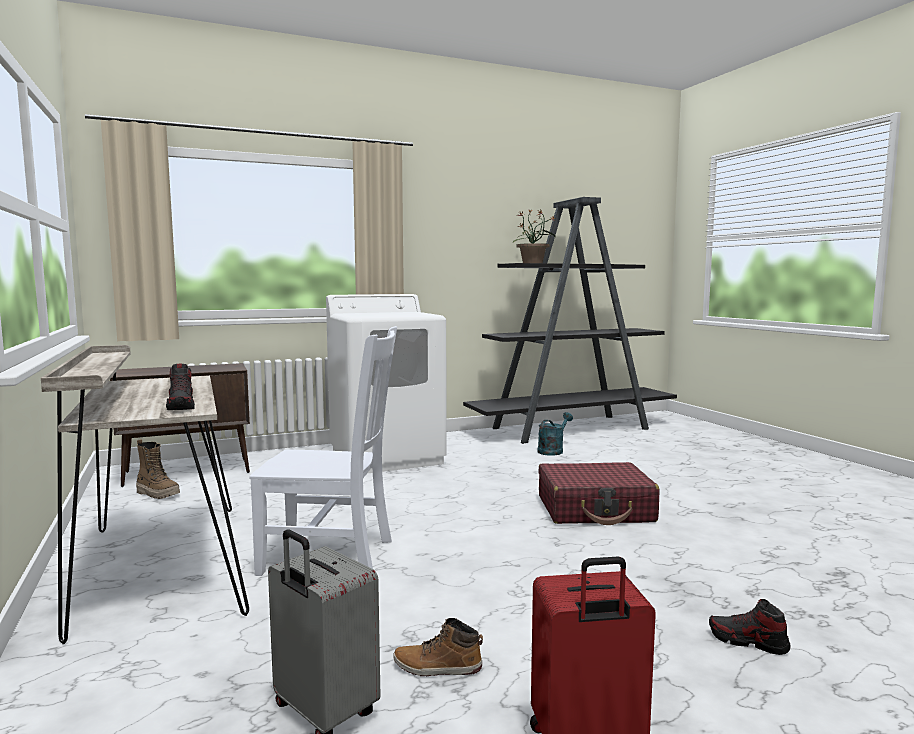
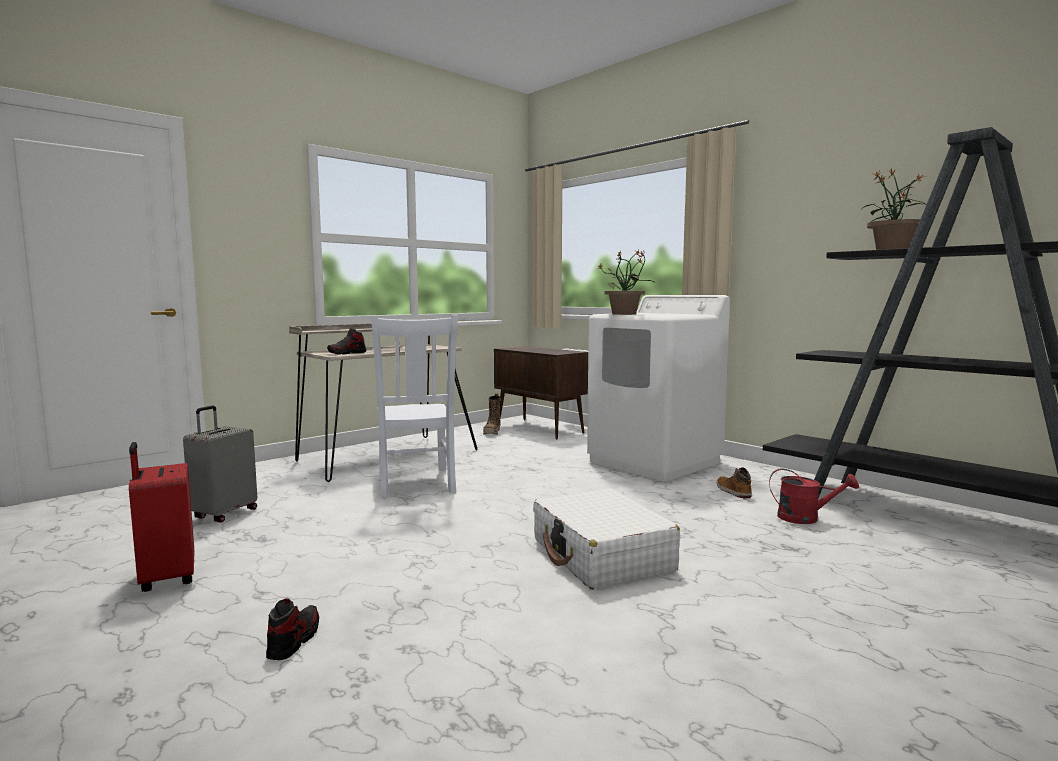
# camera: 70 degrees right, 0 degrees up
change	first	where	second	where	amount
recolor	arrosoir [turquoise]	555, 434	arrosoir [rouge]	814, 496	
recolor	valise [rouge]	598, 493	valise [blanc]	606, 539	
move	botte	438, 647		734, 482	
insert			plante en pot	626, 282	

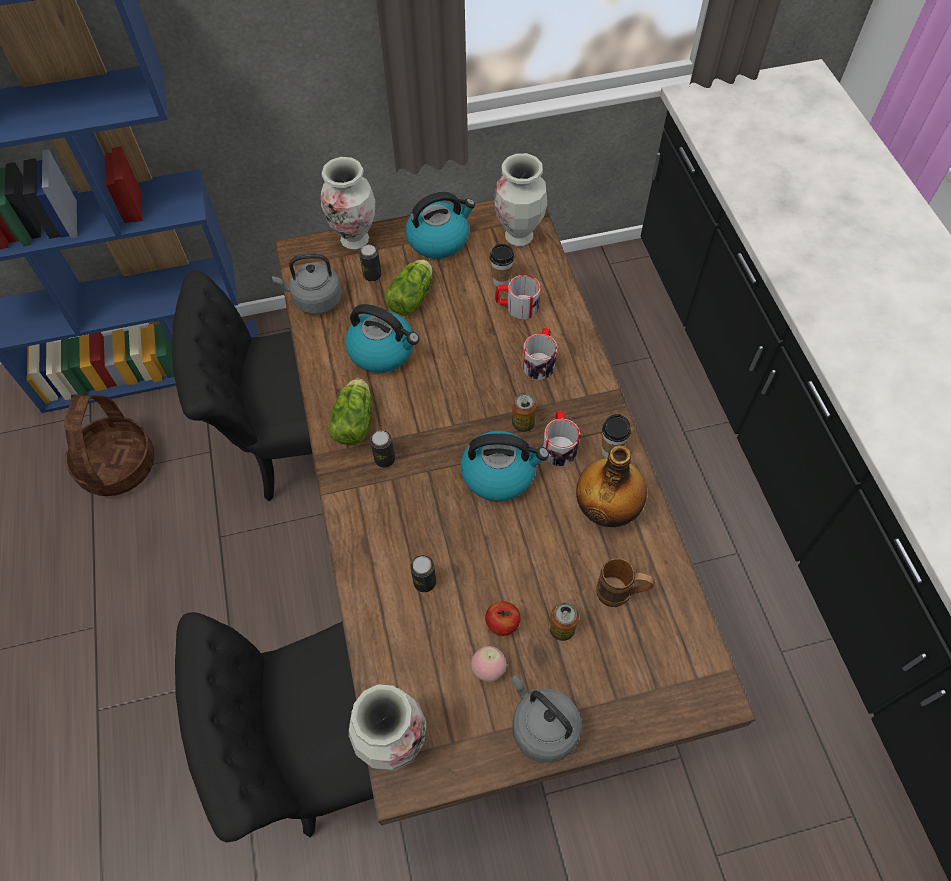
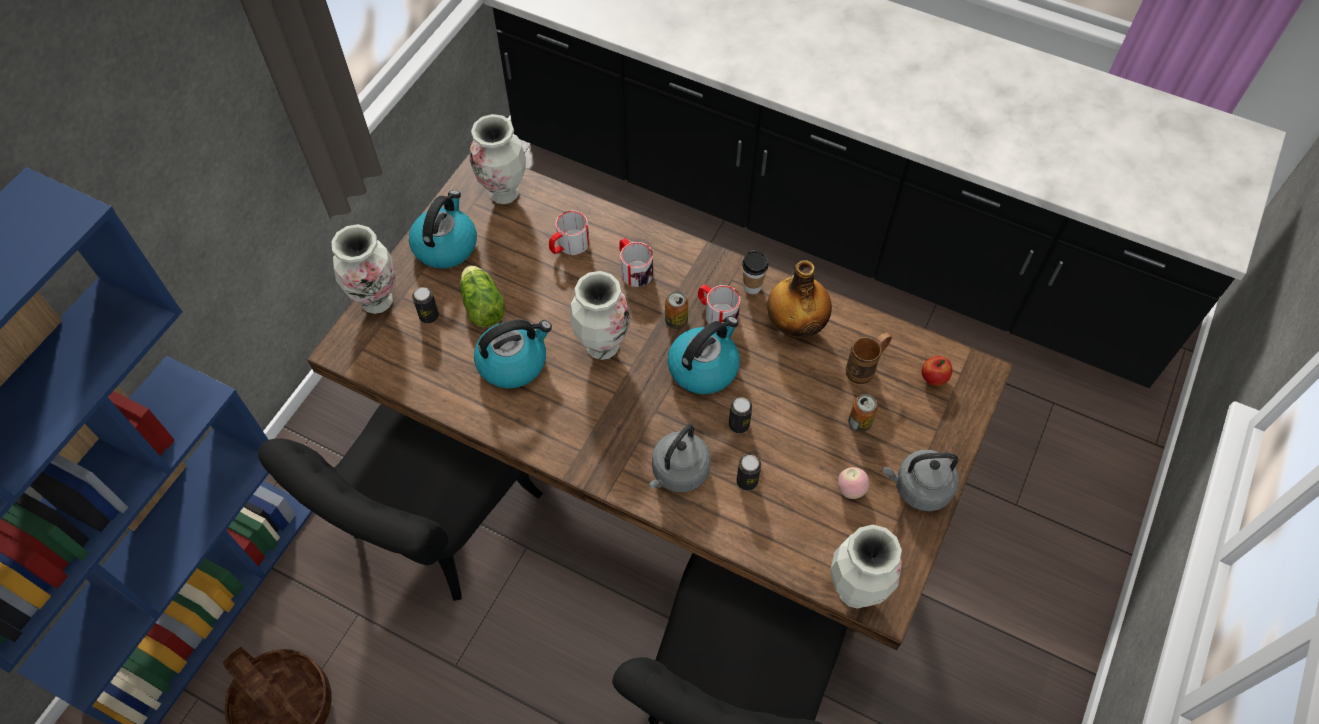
# camera: 50 degrees left, 0 degrees up
change	first	where	second	where	amount
delete	tasse	502, 265			
move	bouilloire [gris]	307, 284		679, 458	
delete	laitue	349, 412			
move	boîte métallique	382, 449		740, 415	
move	pomme	502, 618		937, 371	
insert			vase	600, 315	

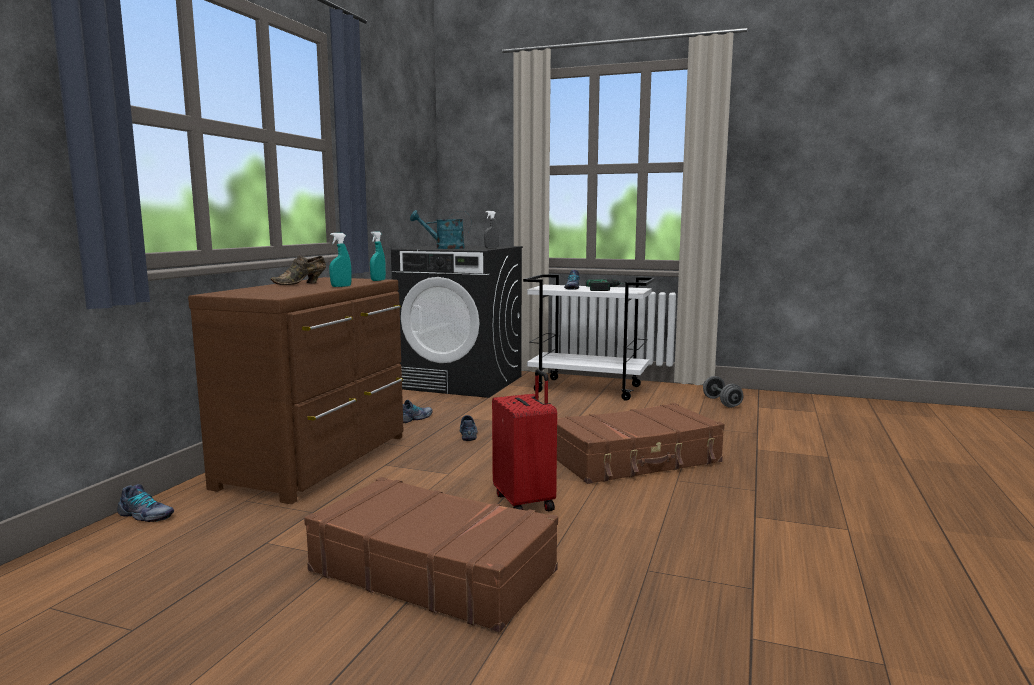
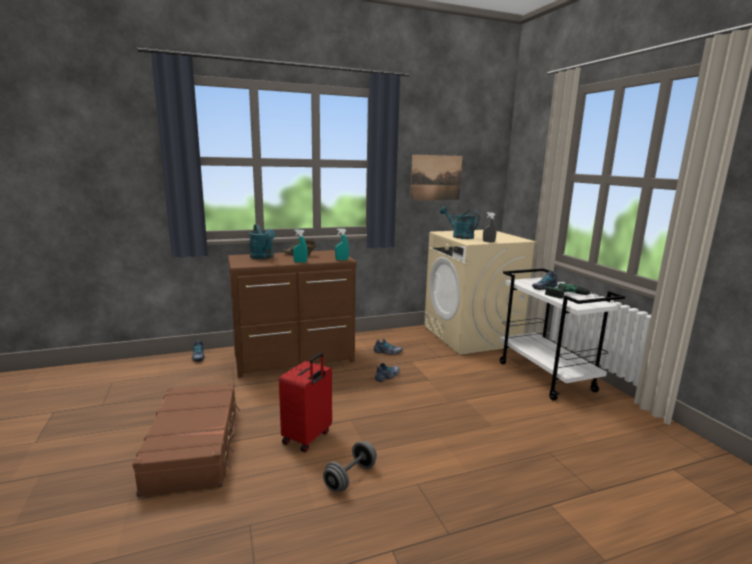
# camera: 50 degrees right, 5 degrees up
change	first	where	second	where	amount
recolor	lave-linge [noir]	457, 321	lave-linge [beige]	480, 292	
move	haltère [gris]	723, 392		350, 466	
delete	valise [marron]	640, 443			
insert			tableau	436, 177	
insert			arrosoir [turquoise]	262, 241	

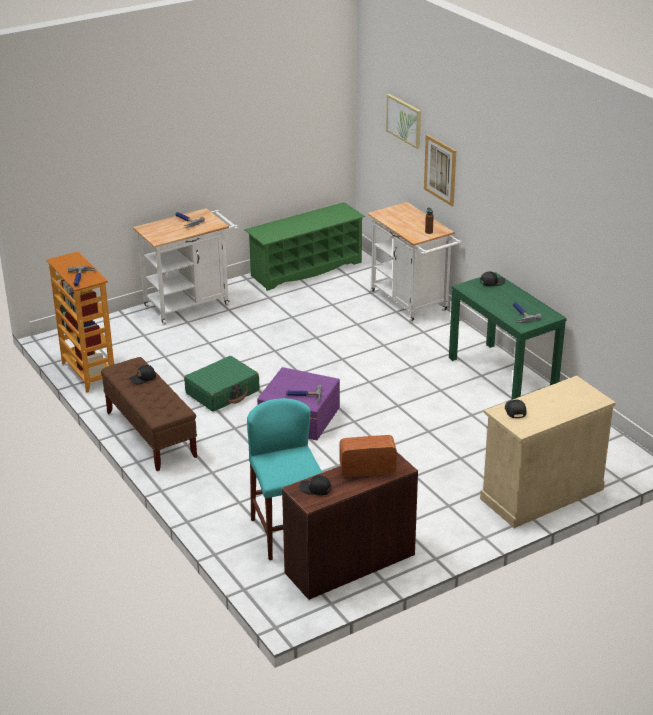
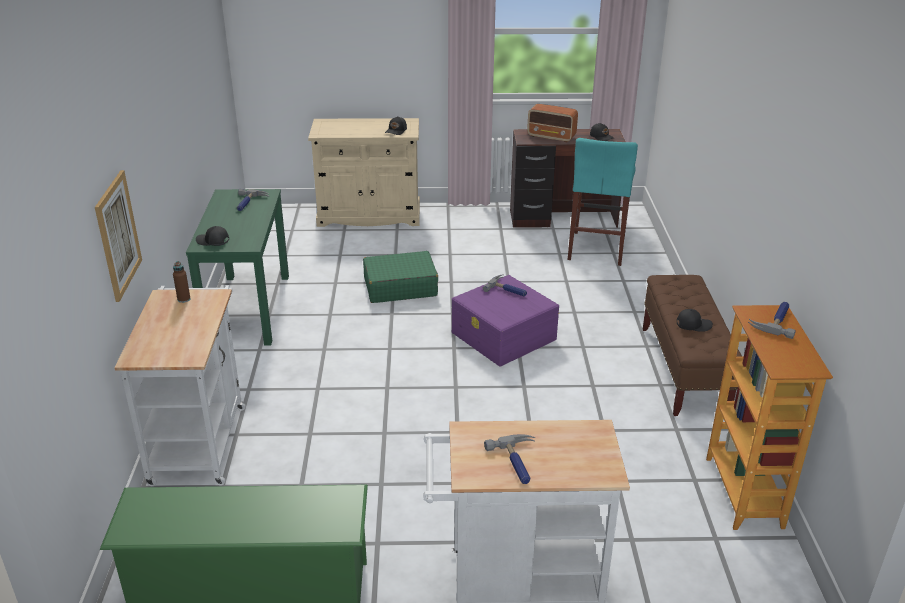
# camera: 150 degrees left, 0 degrees up
change	first	where	second	where	amount
delete	tableau	403, 121			
move	valise [vert]	221, 384		400, 277	

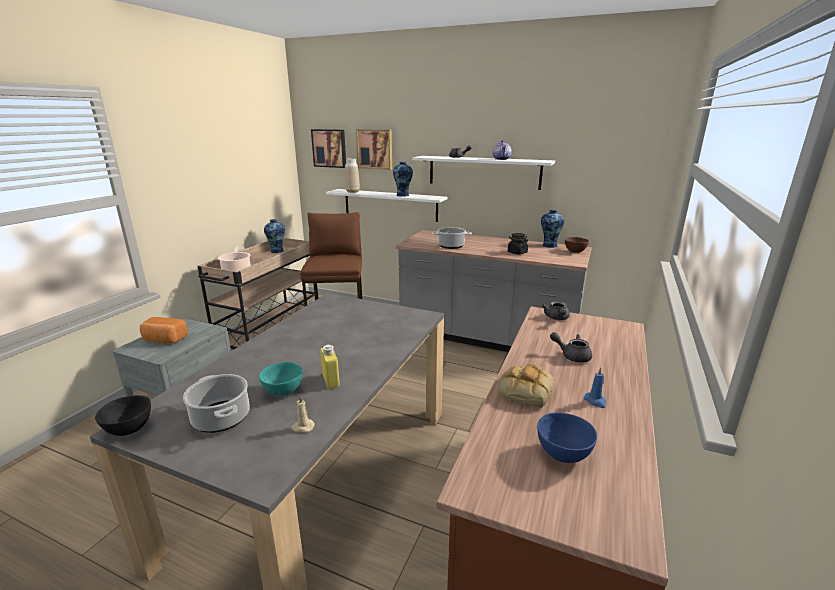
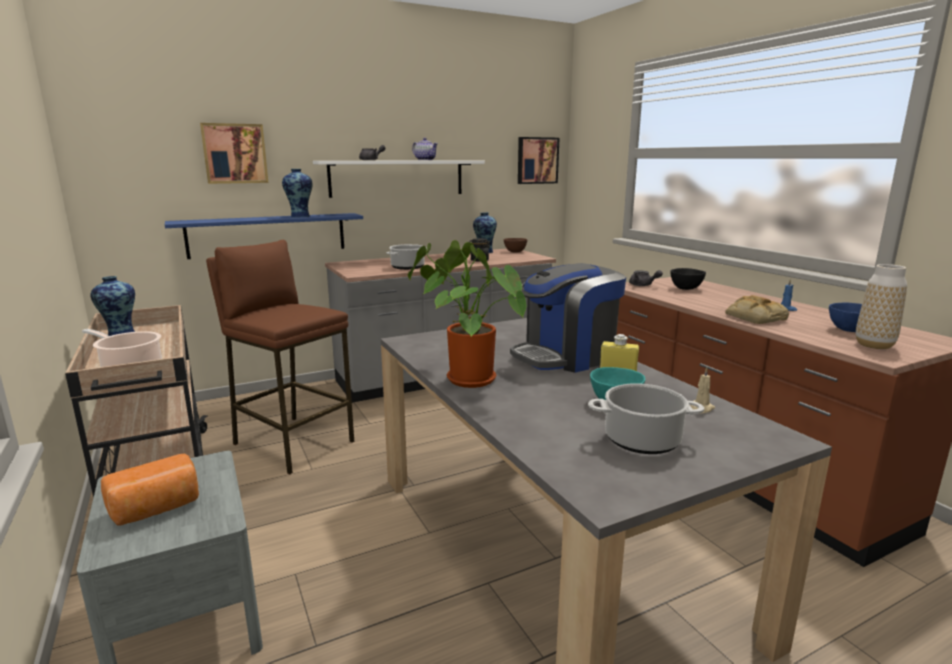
# camera: 50 degrees left, 5 degrees down
change	first	where	second	where	amount
move	tableau	328, 148		539, 160	
move	vase	352, 175		881, 306	
recolor	étagère [blanc]	387, 205	étagère [bleu]	264, 236	
delete	théière [gris]	571, 347			
move	bol [noir]	123, 415		688, 279	
insert			plante en pot	467, 314	
insert			machine à café	568, 318	

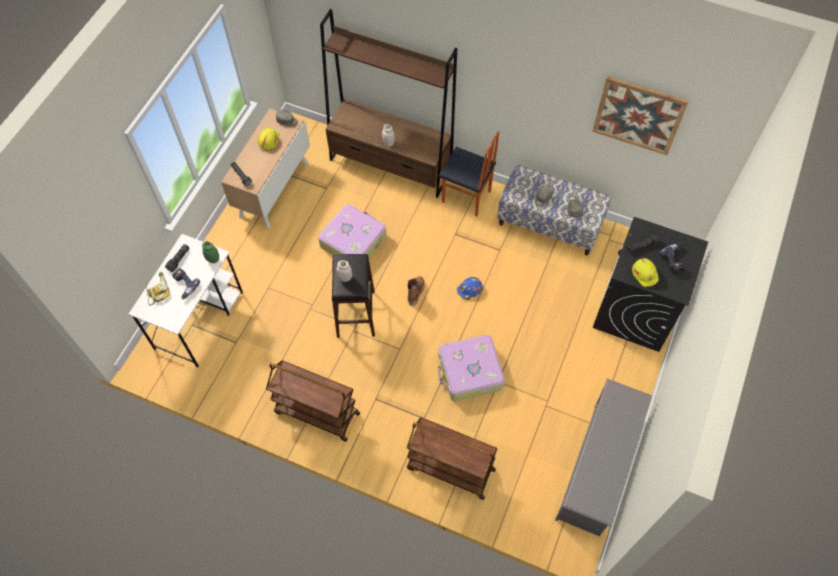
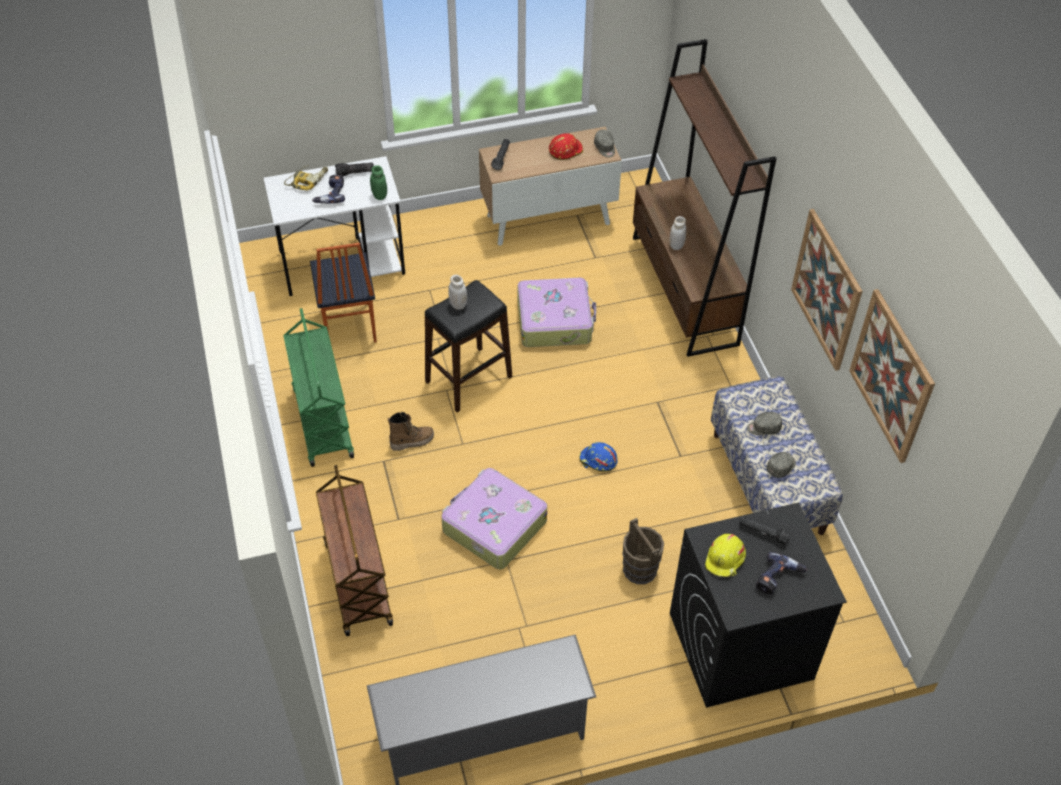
# camera: 50 degrees right, 10 degrees down
change	first	where	second	where	amount
recolor	casque de chantier [jaune]	268, 139	casque de chantier [rouge]	566, 146	
move	chaise	469, 173		343, 292	
move	botte	416, 291		410, 431	
recolor	chariot [marron]	313, 401	chariot [vert]	318, 387	
insert			tableau	826, 290	
insert			seau [marron]	643, 551	

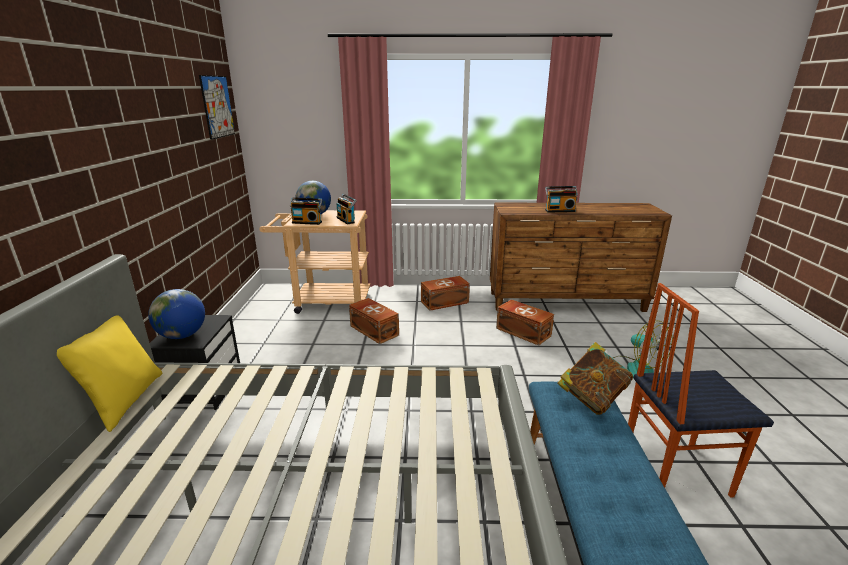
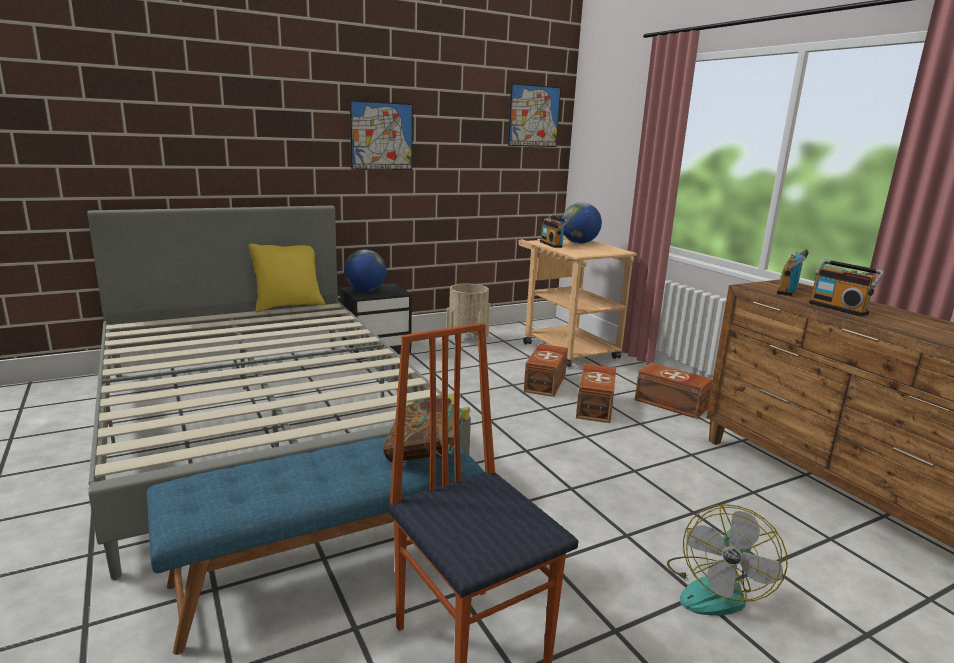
# camera: 60 degrees right, 5 degrees down
change	first	where	second	where	amount
move	radio	347, 209		793, 272	
move	boîte de rangement [marron]	525, 322		596, 393	
insert			tableau	381, 135	
insert			cache-pot [beige]	468, 315	

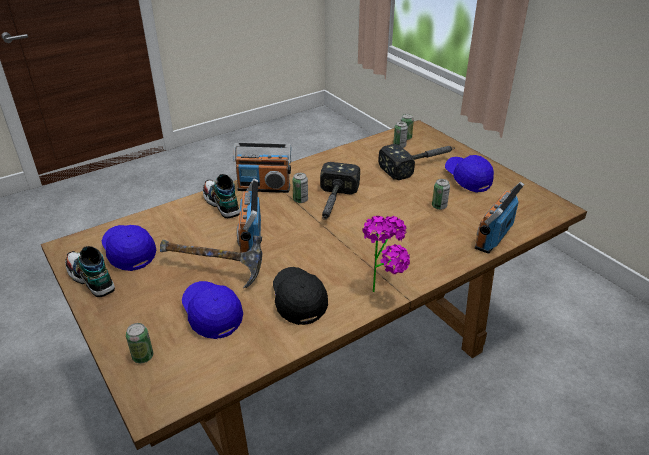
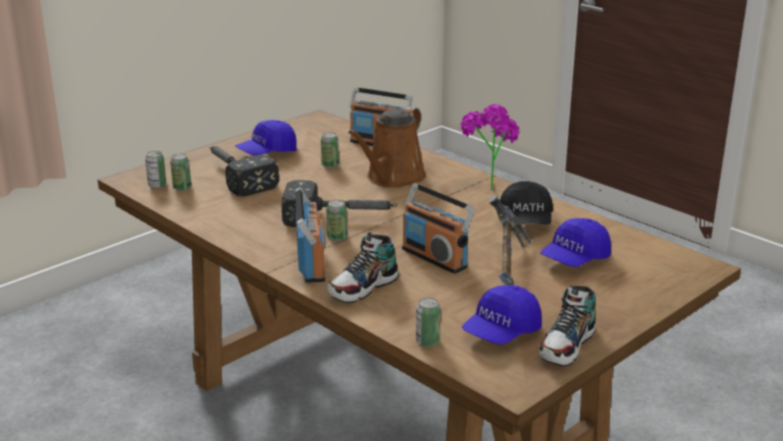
# camera: 100 degrees left, 10 degrees down
change	first	where	second	where	amount
rotate	radio	249, 216		438, 228	60 degrees clockwise
rotate	casquette [noir]	300, 296		526, 202	60 degrees counterclockwise
move	boîte métallique	139, 343		428, 322	
insert			arrosoir [marron]	387, 147	

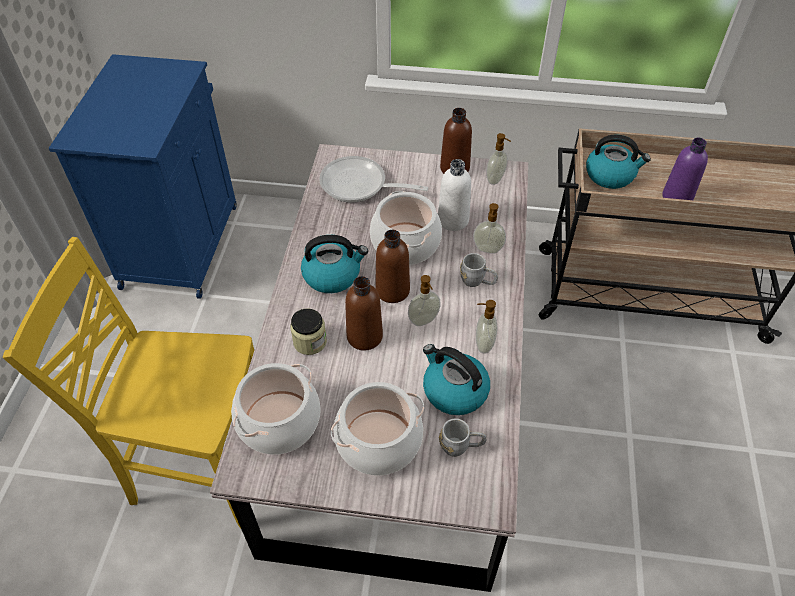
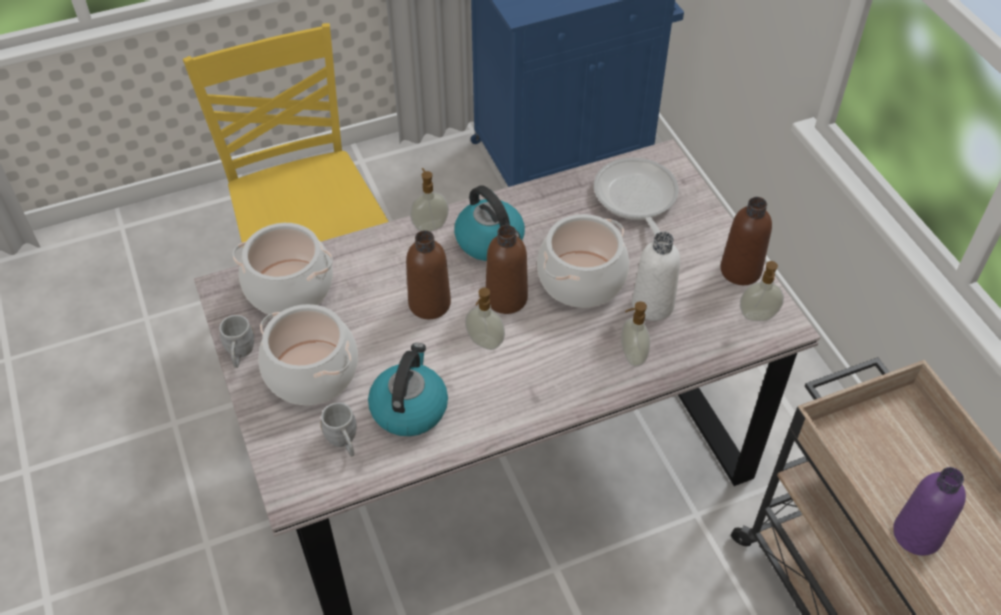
# camera: 60 degrees right, 0 degrees up
change	first	where	second	where	amount
delete	bouilloire	618, 162			
move	mug [gris]	479, 270		236, 341	
move	distributeur de savon	486, 326		429, 200	
delete	bocal	308, 331			

